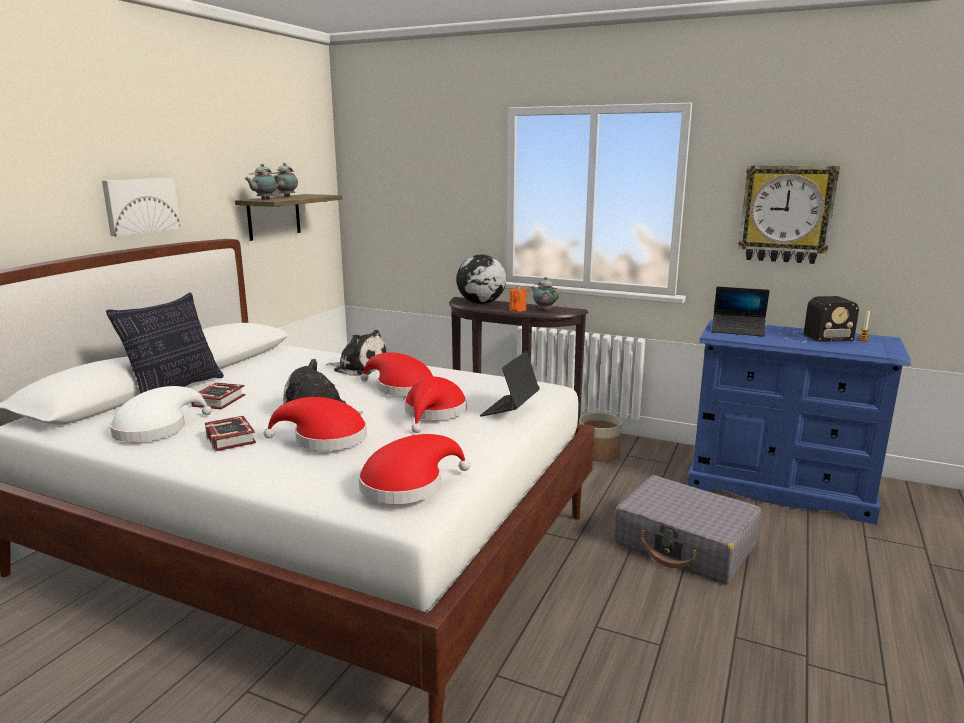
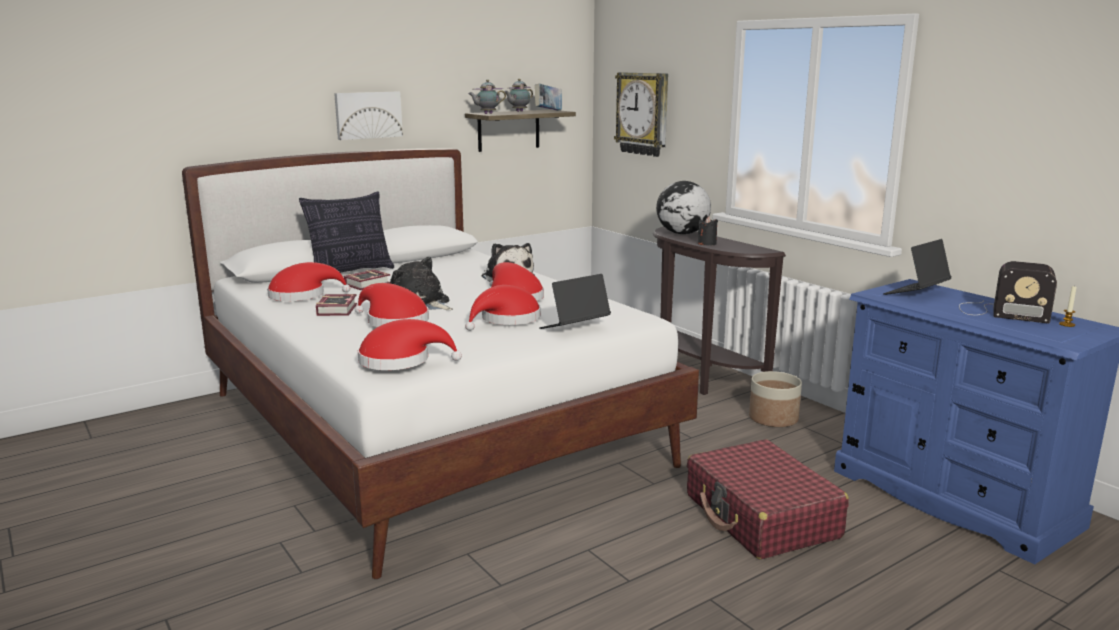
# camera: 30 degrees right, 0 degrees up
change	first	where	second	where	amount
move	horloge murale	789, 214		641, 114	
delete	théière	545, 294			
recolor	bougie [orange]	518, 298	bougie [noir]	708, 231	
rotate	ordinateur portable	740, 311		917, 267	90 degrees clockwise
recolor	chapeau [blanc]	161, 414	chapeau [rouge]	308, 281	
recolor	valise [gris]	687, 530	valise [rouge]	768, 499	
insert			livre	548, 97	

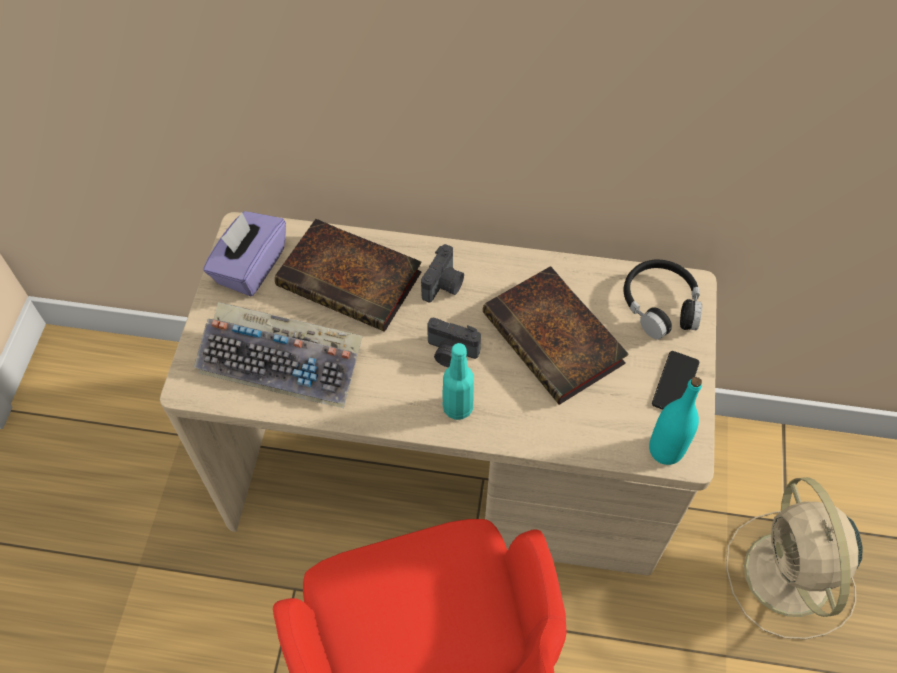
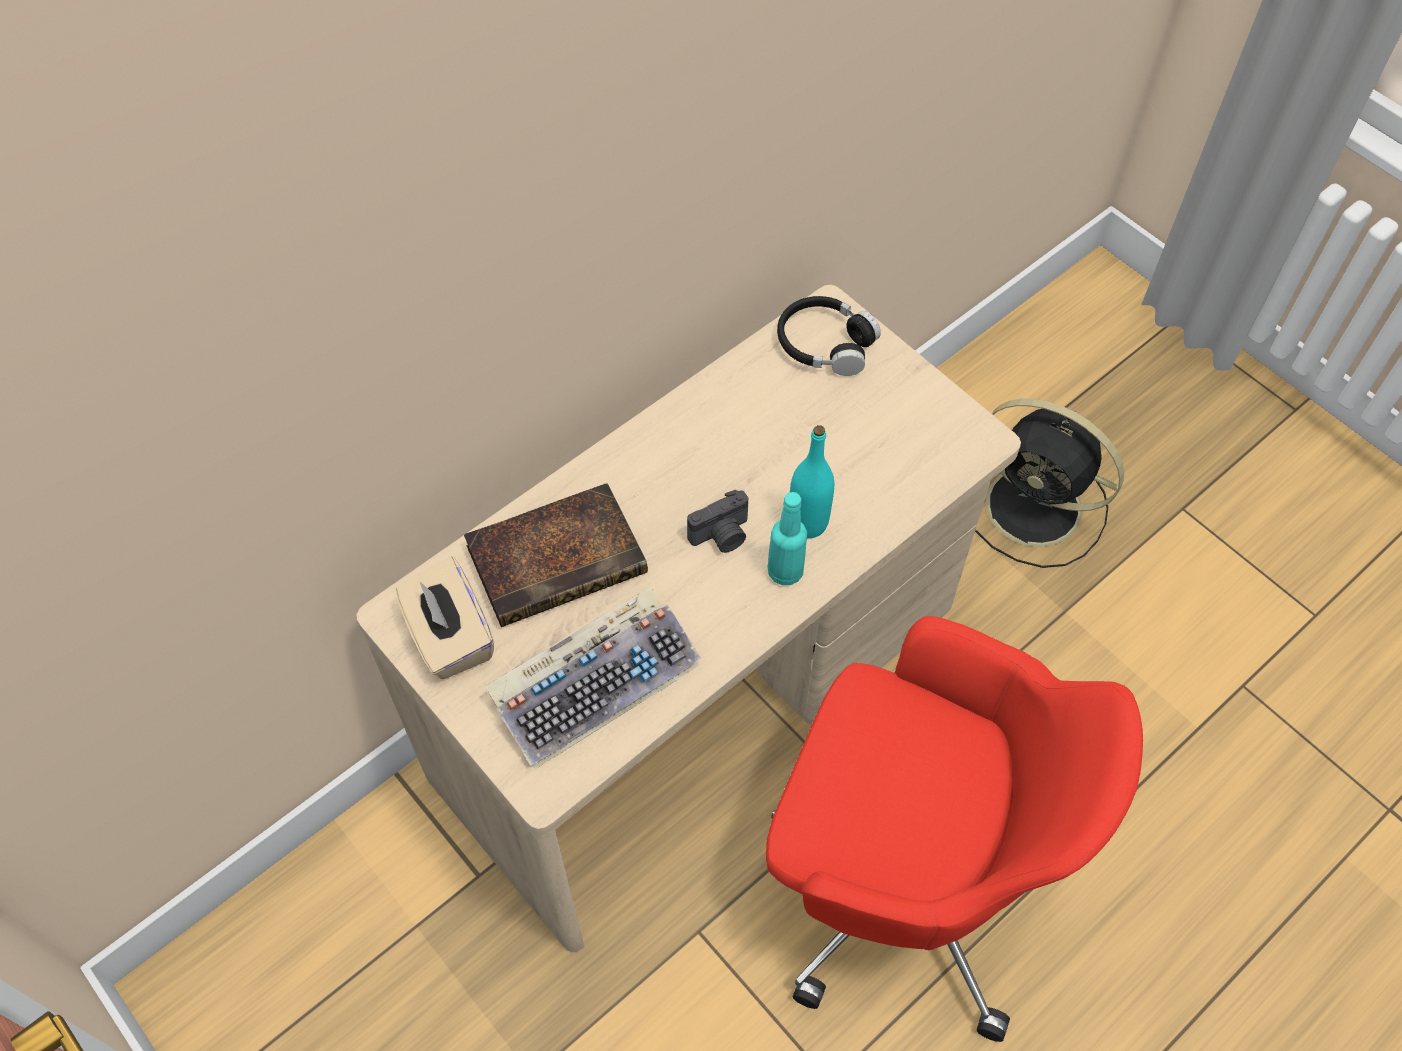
# camera: 50 degrees left, 0 degrees up
change	first	where	second	where	amount
recolor	boîte à mouchoirs [violet]	244, 253	boîte à mouchoirs [beige]	444, 617	
delete	appareil photo	442, 273			
delete	livre	556, 335			
delete	téléphone	676, 380			
move	bouteille [turquoise]	675, 421		812, 481	
recolor	ventilateur [beige]	794, 558	ventilateur [noir]	1049, 483	

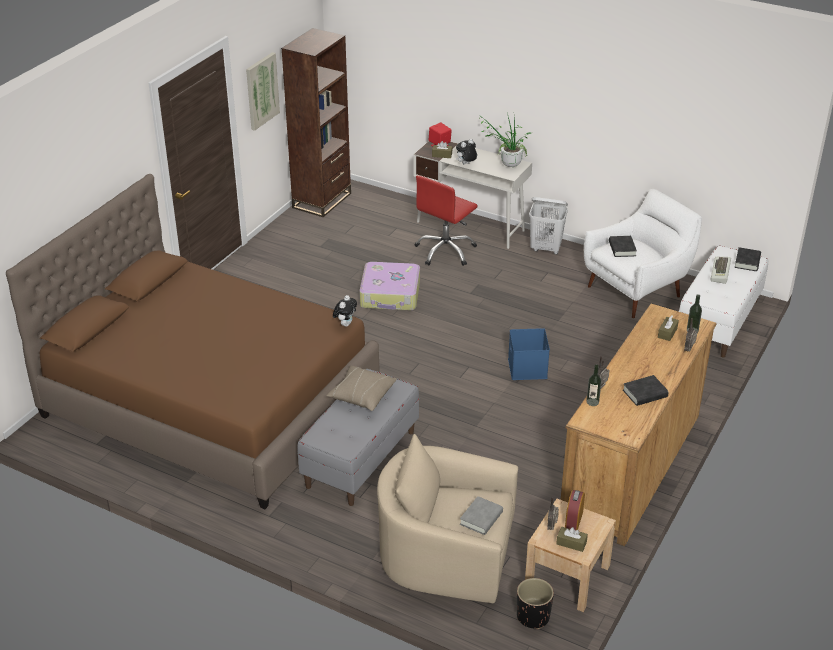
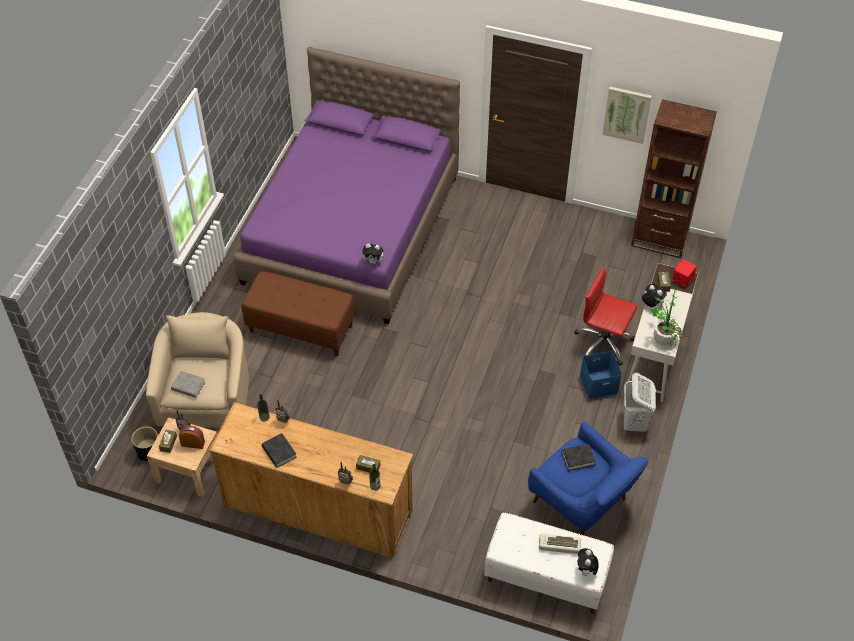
# camera: 80 degrees right, 15 degrees up
change	first	where	second	where	amount
recolor	lit [marron]	193, 341	lit [violet]	346, 185	
recolor	fauteuil [blanc]	643, 253	fauteuil [bleu]	588, 478	
replace	livre [noir]	748, 259	peluche	588, 562	
delete	valise	389, 286			
move	boîte de rangement [bleu]	529, 354		601, 375	
delete	coussin [beige]	361, 388			
recolor	banc [gris]	358, 437	banc [marron]	298, 313	

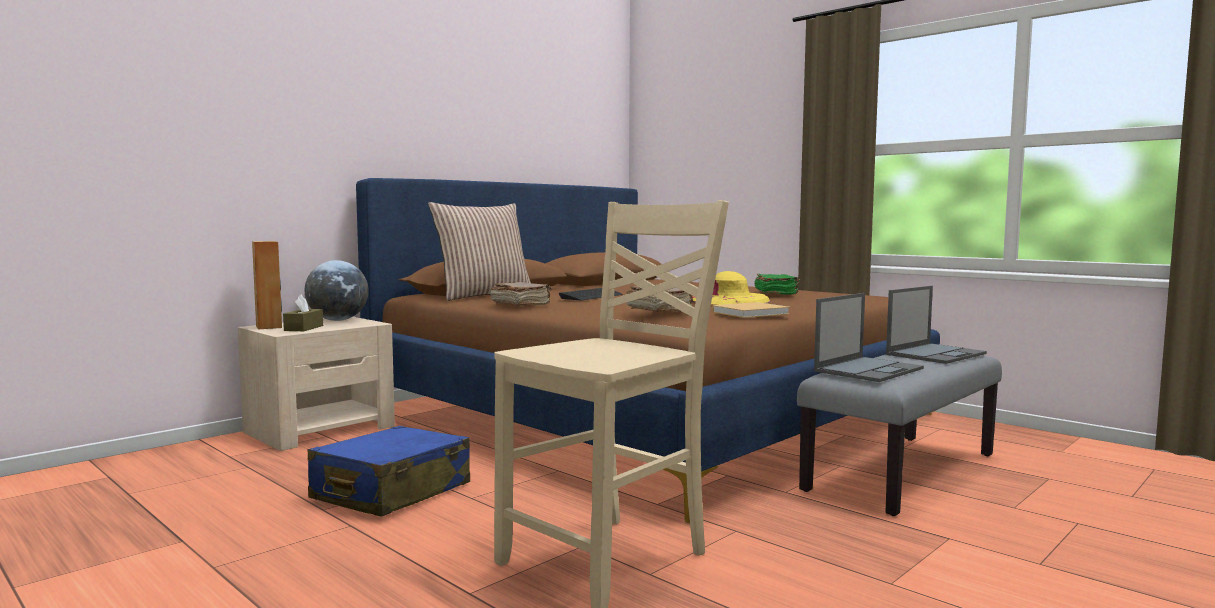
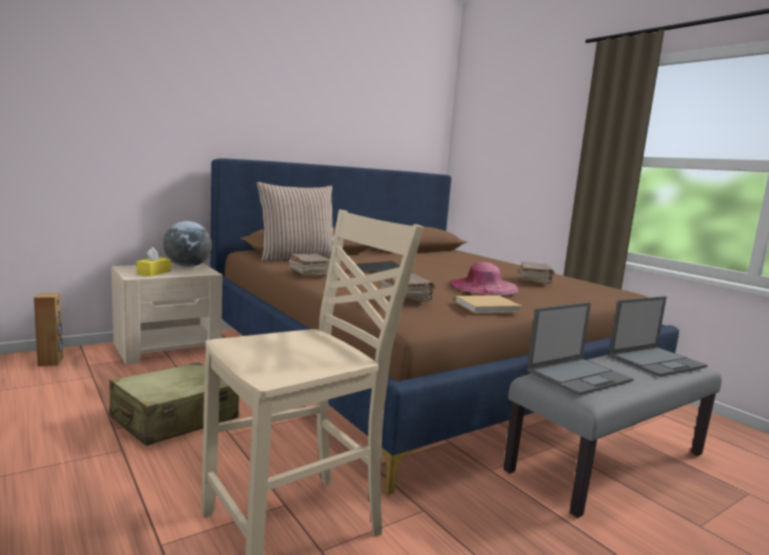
# camera: 10 degrees right, 5 degrees up
change	first	where	second	where	amount
move	enceinte [marron]	267, 285		48, 329	
recolor	chapeau [jaune]	731, 288	chapeau [rose]	484, 278	
recolor	livre [vert]	777, 284	livre [marron]	537, 272	
recolor	boîte à mouchoirs [marron]	303, 313	boîte à mouchoirs [jaune]	153, 261	
recolor	valise [bleu]	389, 471	valise [beige]	174, 404	

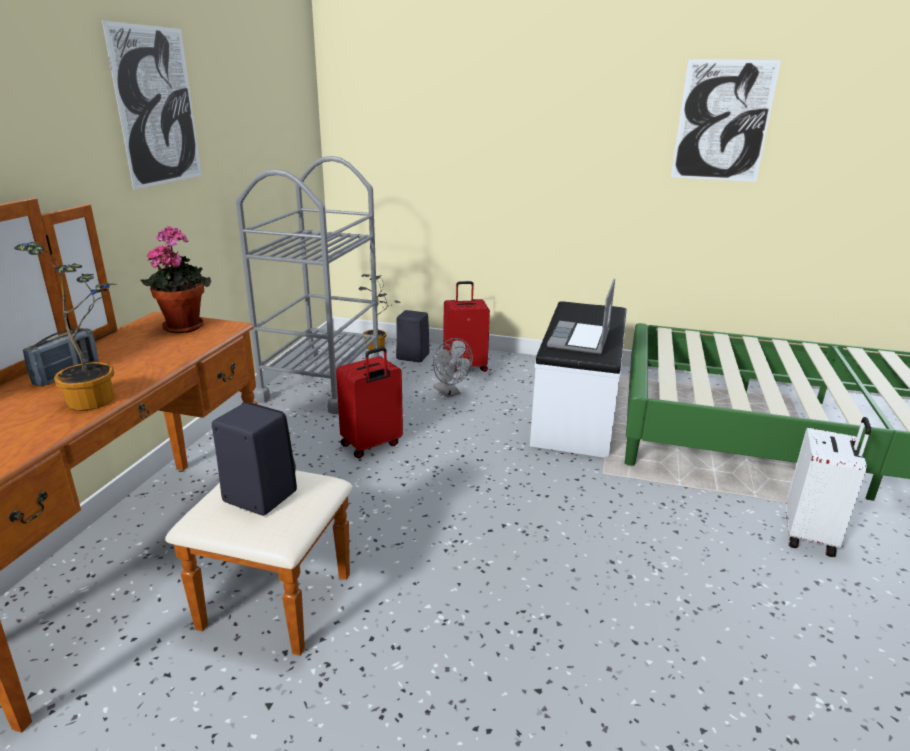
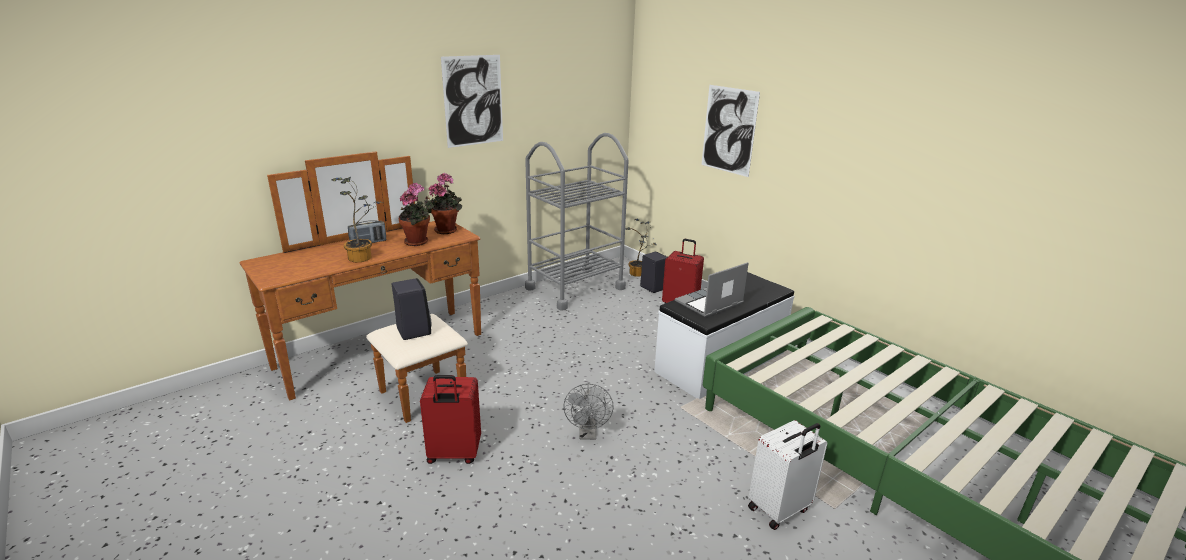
# camera: 35 degrees right, 0 degrees up
change	first	where	second	where	amount
move	tableau	726, 120		731, 131	
move	ventilateur [gris]	453, 367		588, 412	
move	valise [rouge]	369, 402		450, 419	
insert			plante en pot	416, 214	

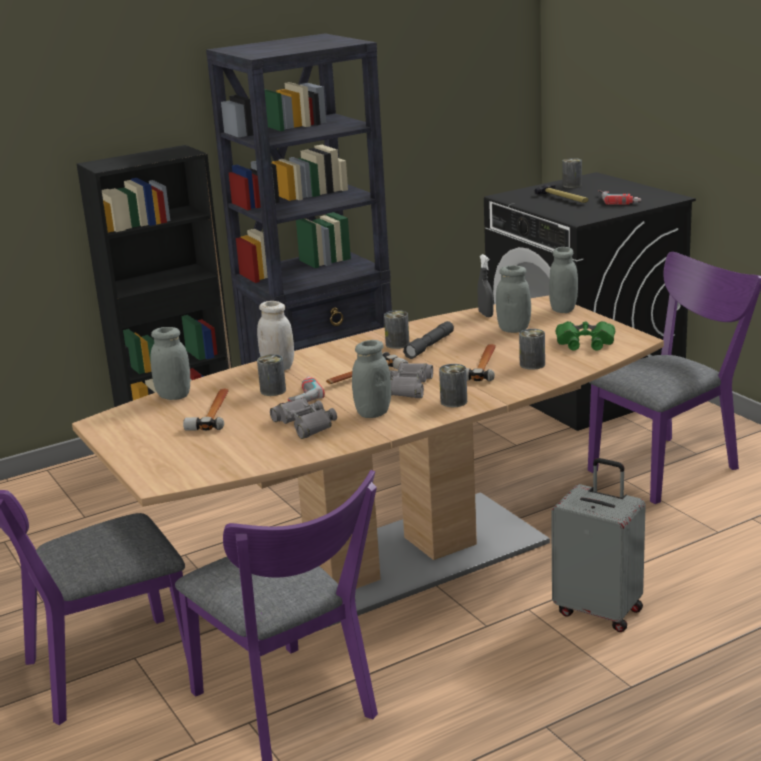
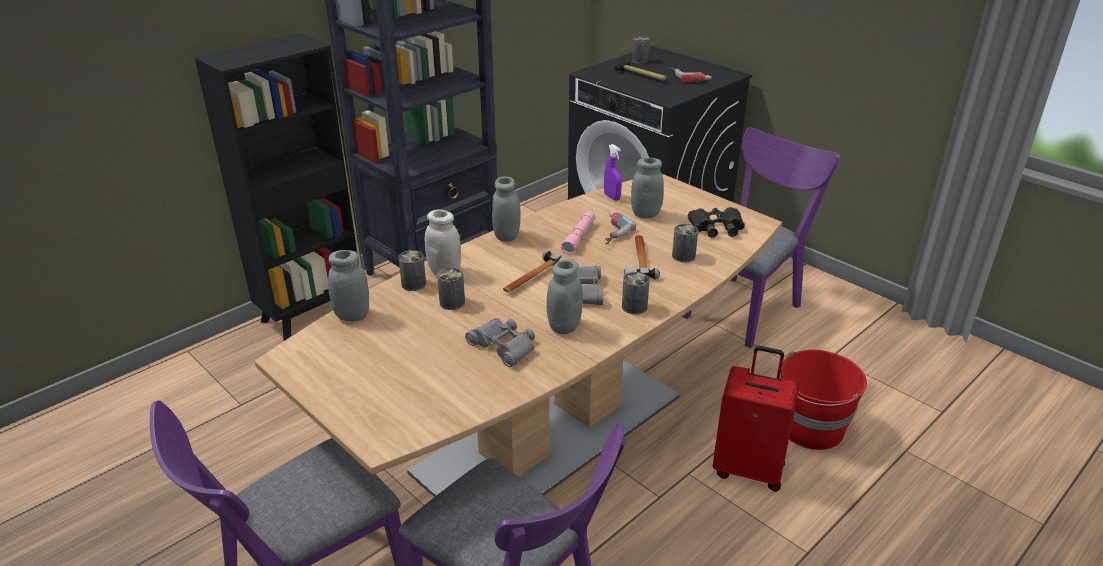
# camera: 15 degrees left, 10 degrees up
change	first	where	second	where	amount
move	bocal [gris]	563, 280		506, 209	
recolor	vaporisateur [gris]	485, 285	vaporisateur [violet]	613, 172	
move	boîte métallique	396, 329		412, 270	
recolor	lampe de poche [gris]	428, 340	lampe de poche [rose]	578, 233	
recolor	jumelles [vert]	585, 336	jumelles [noir]	716, 222	
move	perceuse	302, 390		620, 227	
delete	marteau	206, 409			
recolor	valise [gris]	598, 545	valise [rouge]	756, 419	
insert			seau [rouge]	822, 400	

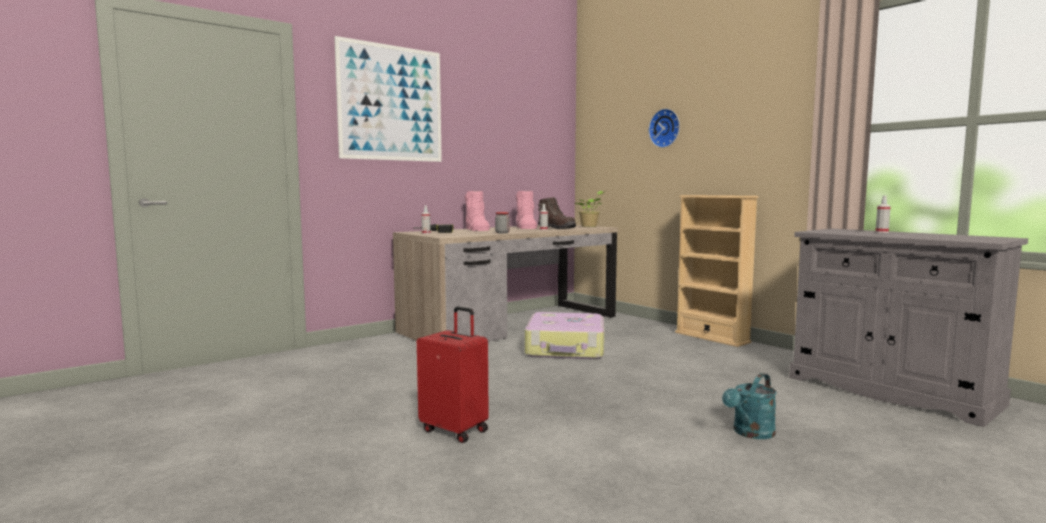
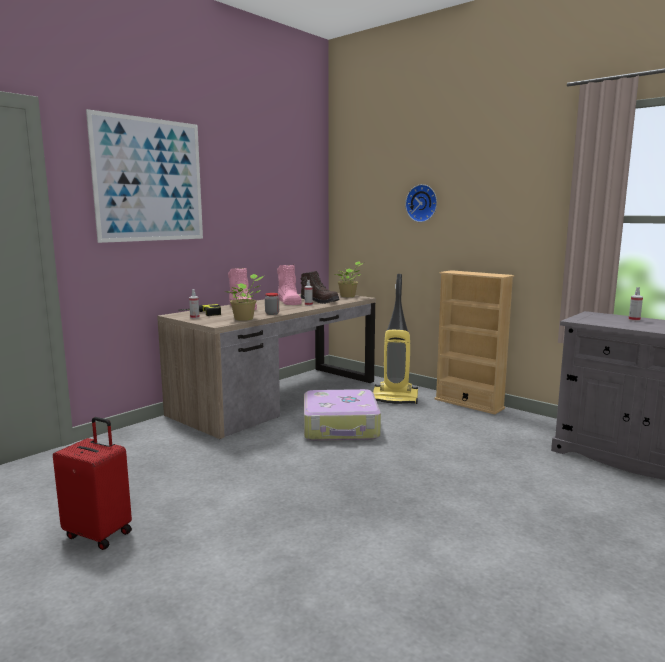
# camera: 10 degrees left, 5 degrees up
change	first	where	second	where	amount
move	valise [rouge]	453, 374		92, 483	
delete	arrosoir [turquoise]	749, 406			
insert			plante en pot	246, 297	
insert			aspirateur	395, 339	

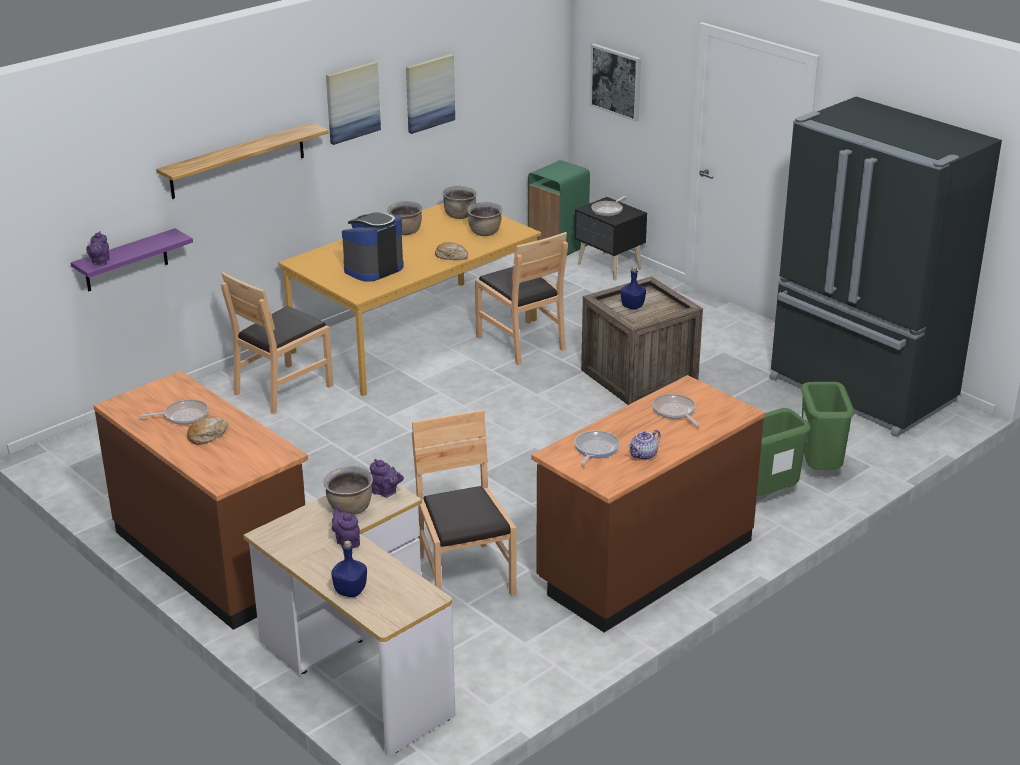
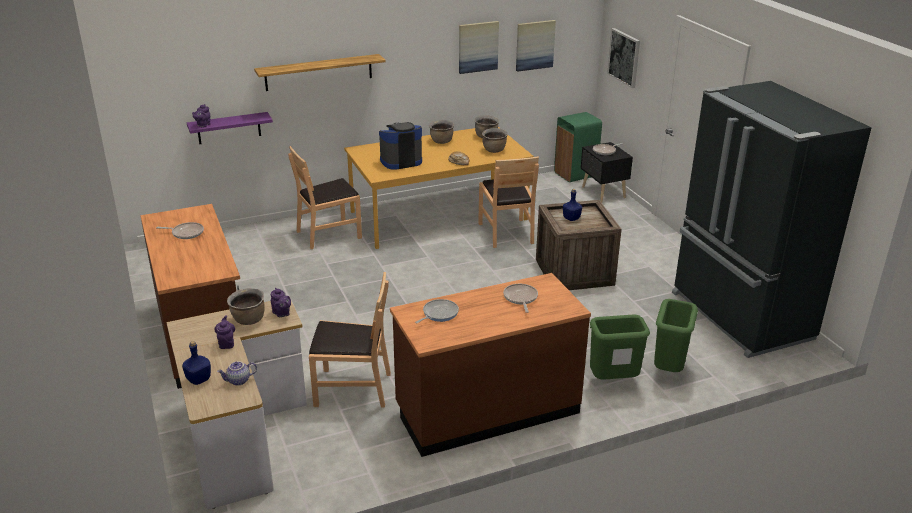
# camera: 20 degrees right, 0 degrees up
change	first	where	second	where	amount
move	tableau	353, 103		536, 46	
rotate	chaise [marron]	464, 503		350, 340	90 degrees clockwise
delete	pain	207, 430			
move	théière	644, 445		237, 373	

